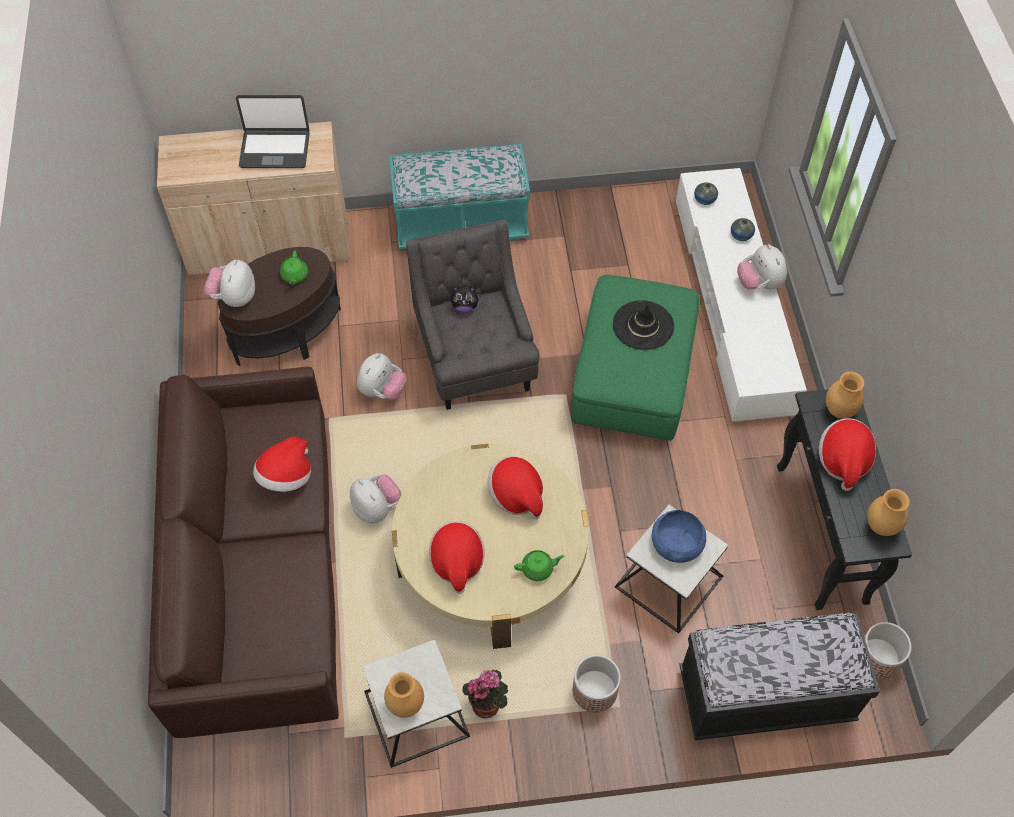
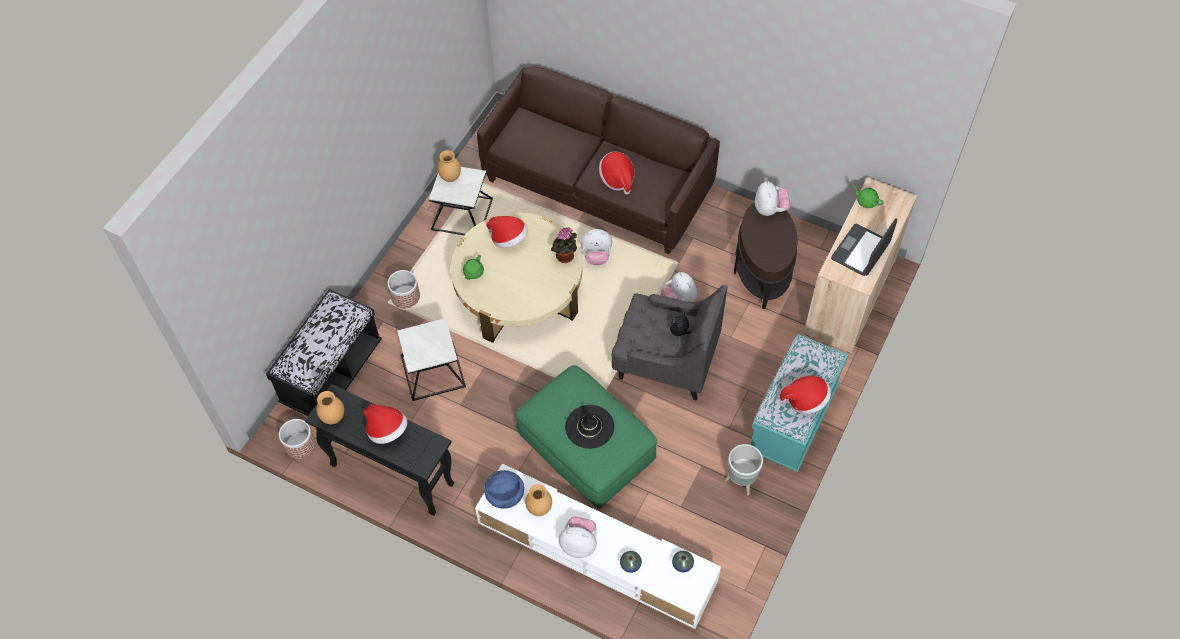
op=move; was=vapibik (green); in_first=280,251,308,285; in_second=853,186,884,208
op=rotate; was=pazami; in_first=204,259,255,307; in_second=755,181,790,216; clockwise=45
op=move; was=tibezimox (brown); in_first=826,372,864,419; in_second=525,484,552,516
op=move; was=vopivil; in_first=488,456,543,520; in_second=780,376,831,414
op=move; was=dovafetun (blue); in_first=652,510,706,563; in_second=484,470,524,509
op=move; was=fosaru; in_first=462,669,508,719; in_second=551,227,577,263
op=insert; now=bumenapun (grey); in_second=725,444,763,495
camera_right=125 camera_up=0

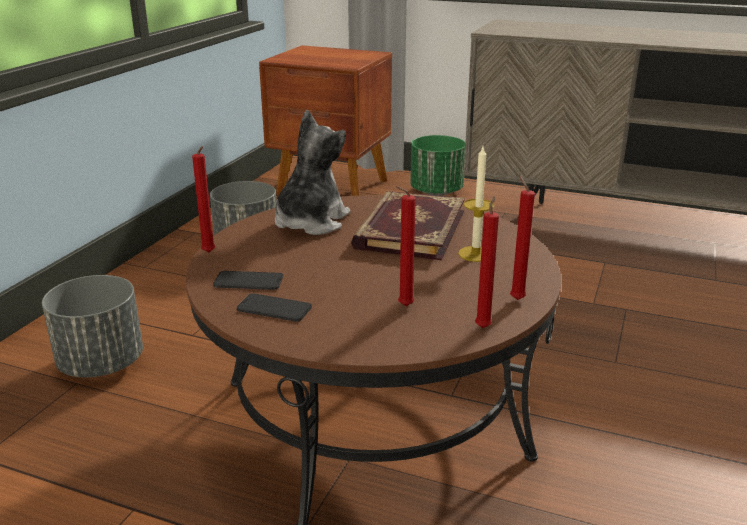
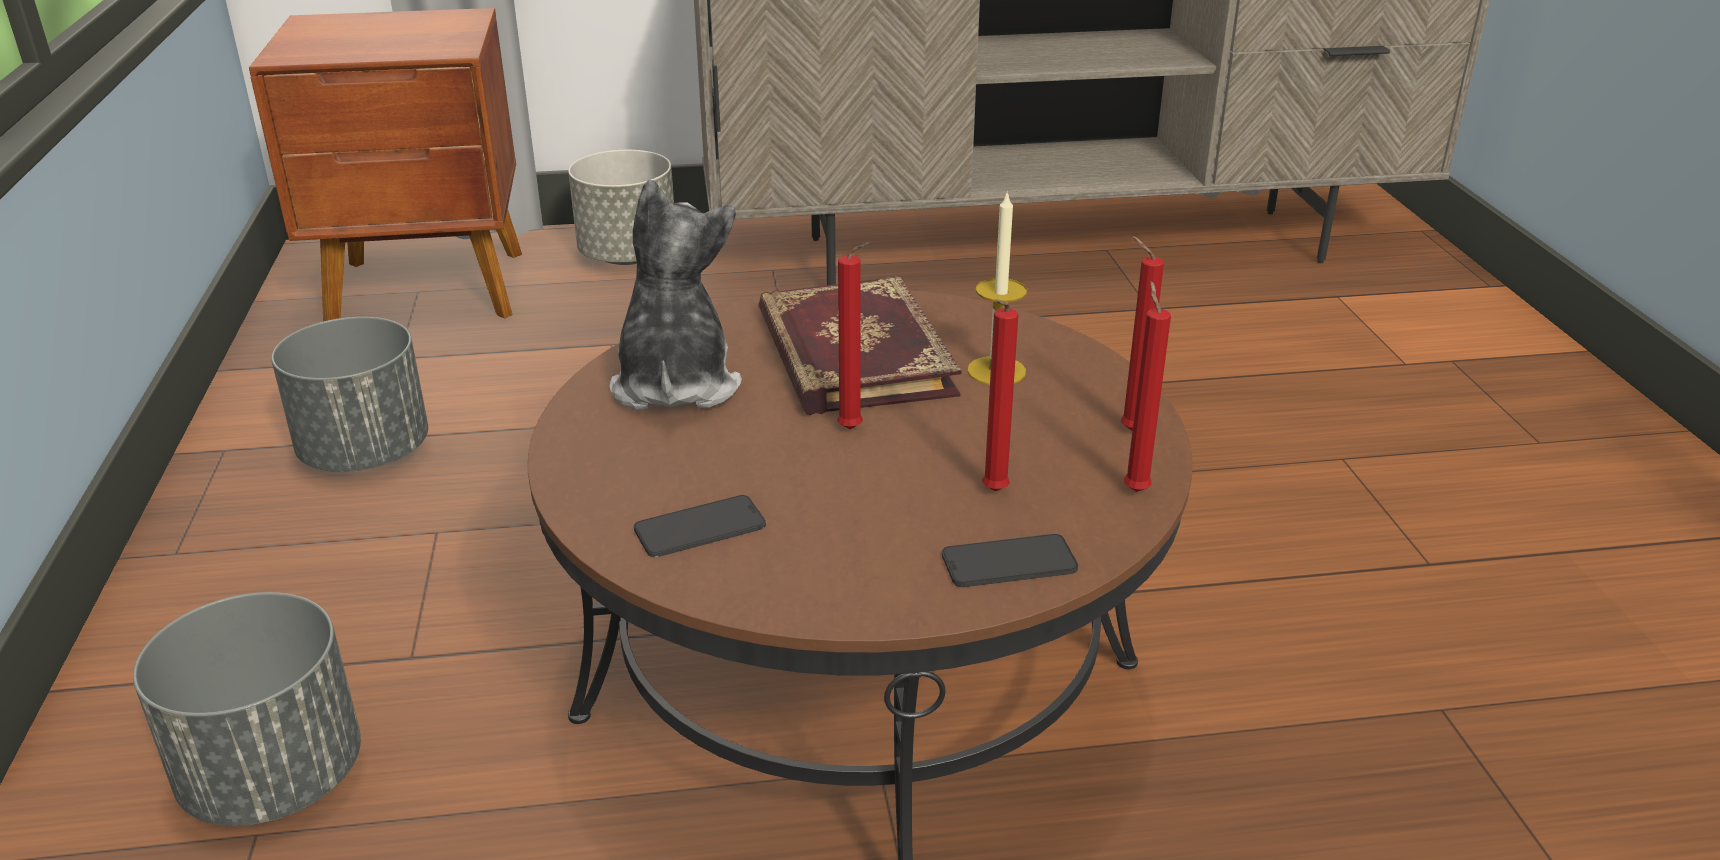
op=recolor; was=bumenapun (green); now=bumenapun (grey); in_first=410,135,465,196; in_second=568,150,674,265
op=move; was=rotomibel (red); in_first=192,146,215,253; in_second=837,242,871,429
op=move; was=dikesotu; in_first=237,293,312,322; in_second=942,534,1078,587
camera_right=-30 camera_up=5

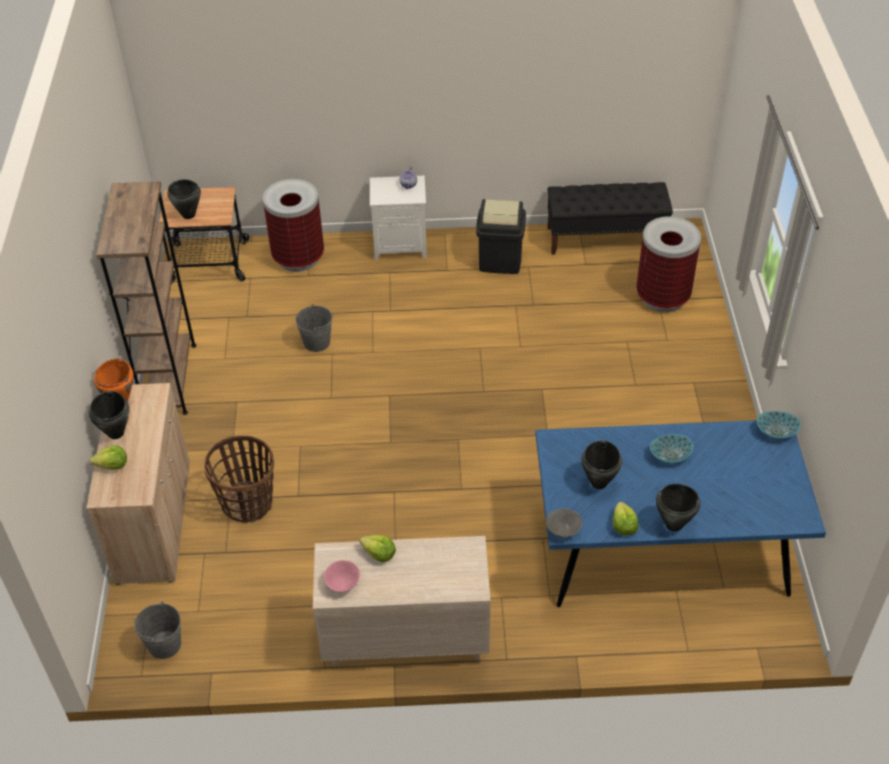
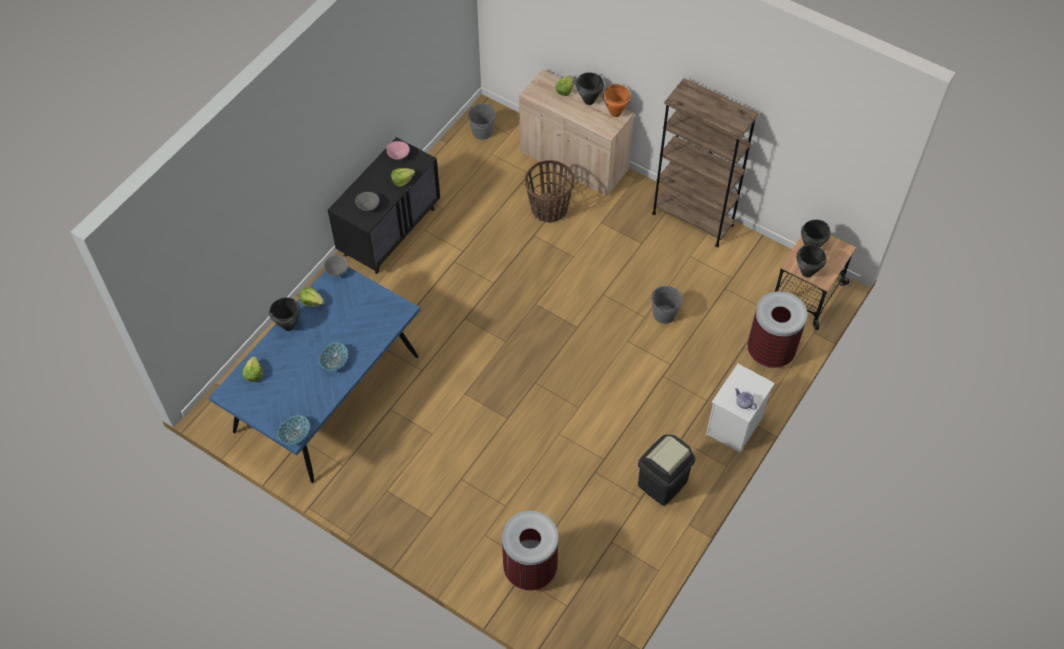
op=delete; was=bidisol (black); in_first=547,182,673,255
op=move; was=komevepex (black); in_first=581,440,622,489; in_second=797,245,827,278
op=recolor; was=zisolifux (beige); now=zisolifux (black); in_first=313,536,491,666; in_second=328,137,440,274
op=insert; now=dovafetun (grey); in_second=355,192,379,211
op=insert; now=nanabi; in_second=242,356,263,382
camera_right=125 camera_up=10

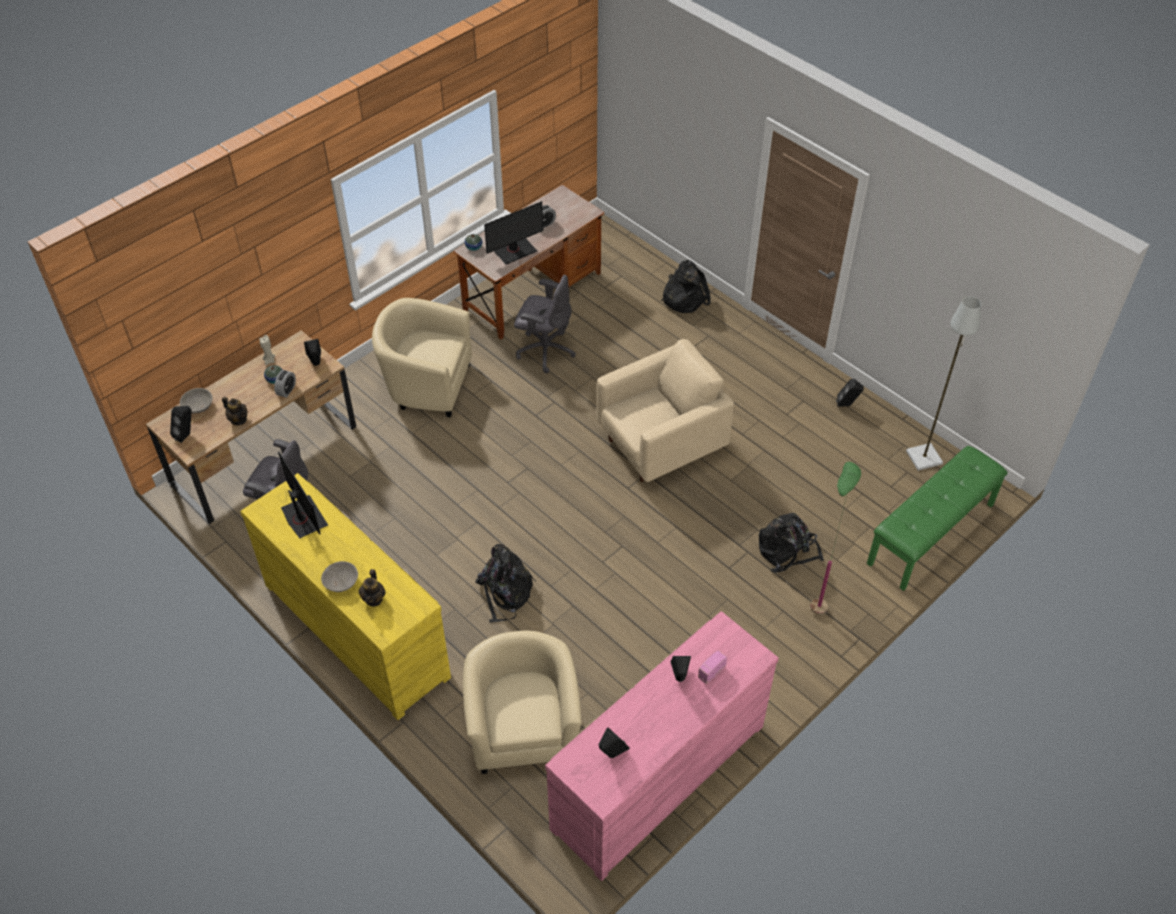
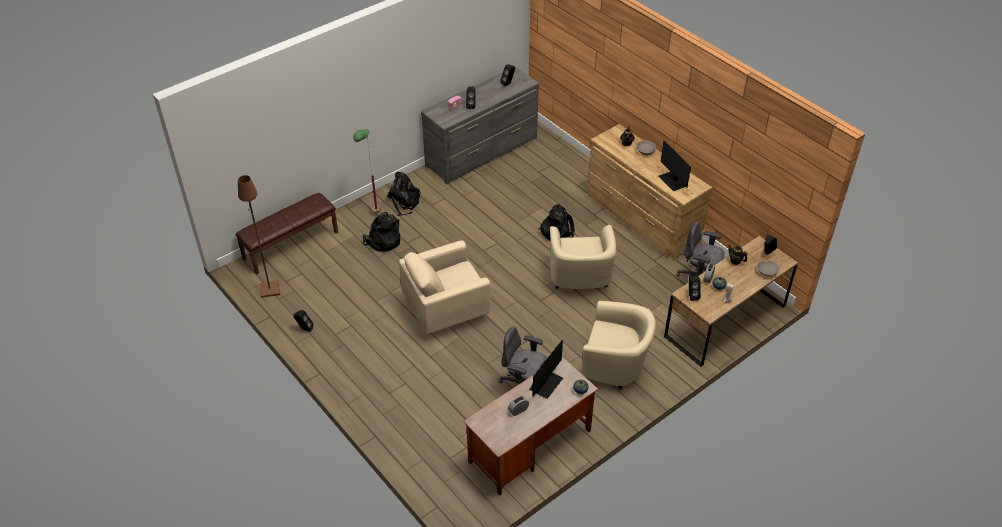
op=rotate; was=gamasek; in_first=484,201,543,264; in_second=529,339,563,399; clockwise=150
op=move; was=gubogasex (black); in_first=661,260,711,313; in_second=387,172,422,216
op=recolor; was=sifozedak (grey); now=sifozedak (brown); in_first=906,296,981,471; in_second=238,175,280,298
op=recolor; was=bidisol (green); now=bidisol (brown); in_first=867,446,1008,591; in_second=236,193,338,274
op=recolor; was=zisolifux (yellow); now=zisolifux (brown); in_first=240,473,451,720; in_second=587,124,713,261
op=recolor; was=zisolifux (pink); now=zisolifux (grey); in_first=545,611,779,881; in_second=421,67,539,185
op=move; was=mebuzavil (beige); in_first=463,631,582,774; in_second=550,225,616,289
camera_right=-175 camera_up=-5

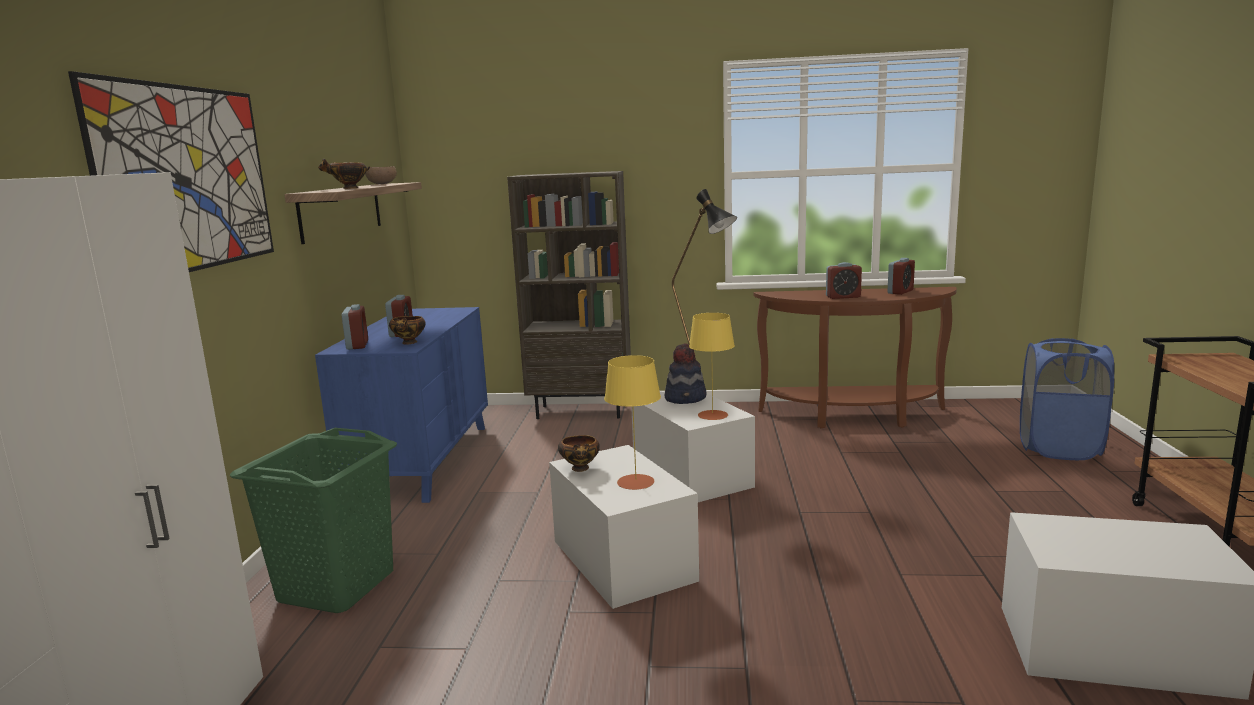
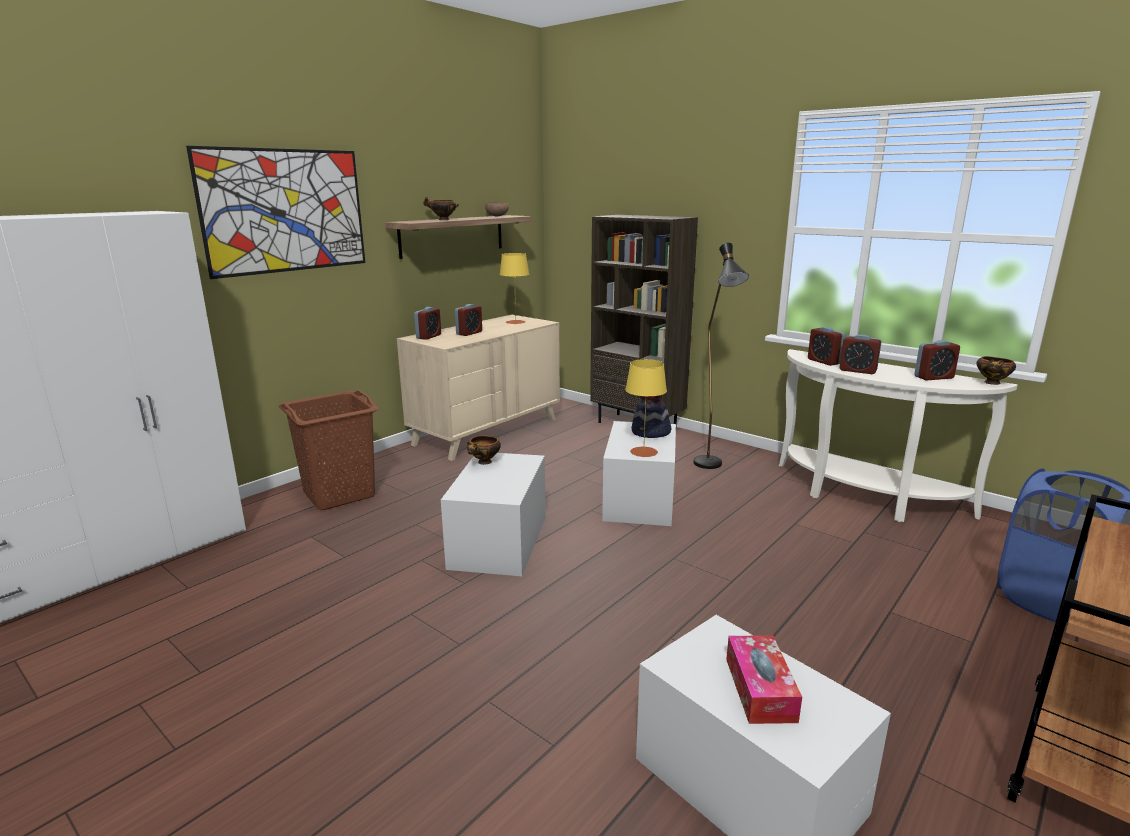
op=recolor; was=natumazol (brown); now=natumazol (white); in_first=753,287,957,429; in_second=779,349,1018,522
op=recolor; was=zisolifux (blue); now=zisolifux (beige); in_first=315,307,488,503; in_second=397,315,560,461
op=move; was=dovafetun; in_first=389,316,426,345; in_second=976,356,1016,385
op=move; was=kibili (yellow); in_first=604,355,661,490; in_second=499,253,529,324
op=recolor; was=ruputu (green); now=ruputu (brown); in_first=230,428,397,613; in_second=279,390,379,510
op=insert; now=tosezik; in_second=808,327,846,366
op=insert; now=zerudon; in_second=726,635,802,724
camera_right=35 camera_up=5

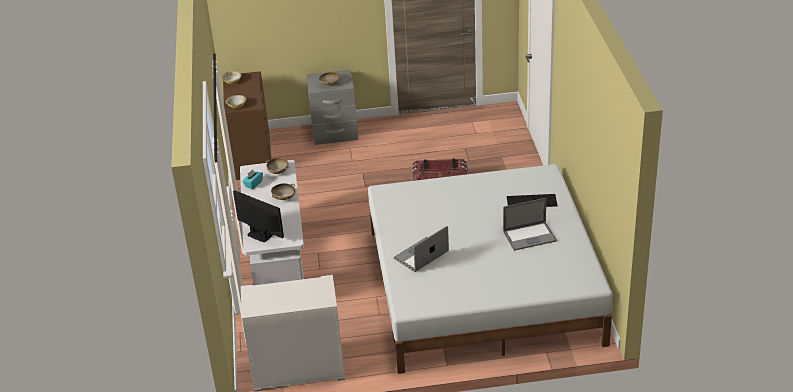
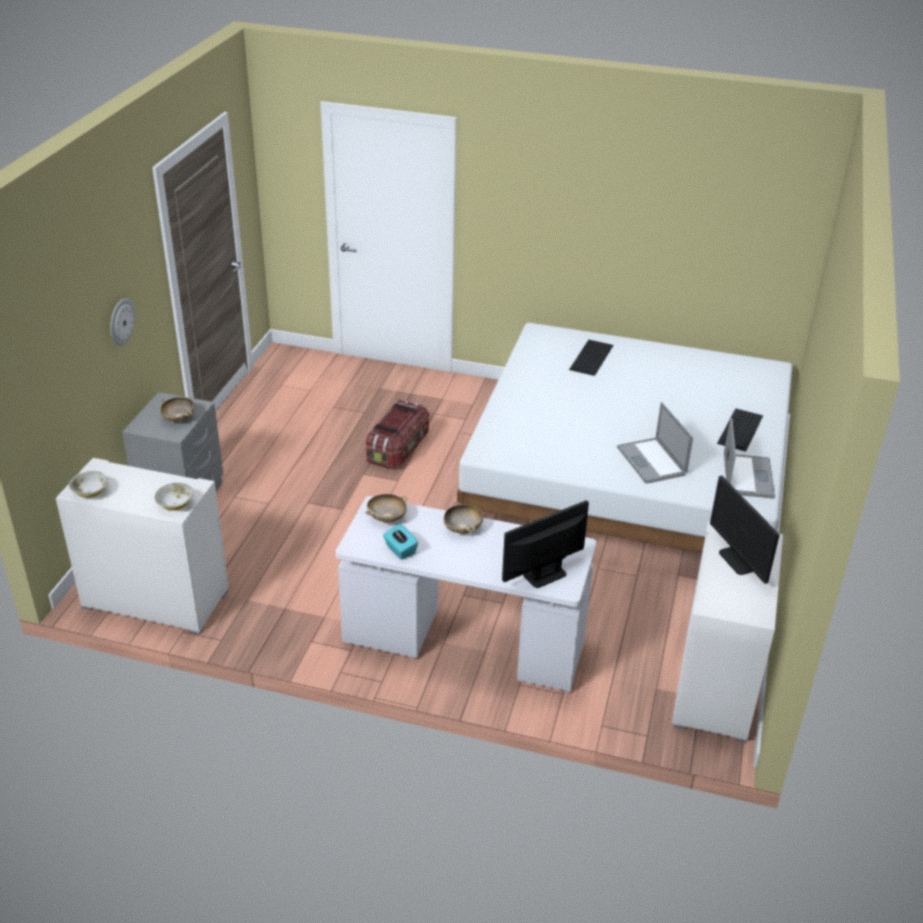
op=recolor; was=zisolifux (brown); now=zisolifux (white); in_first=223,72,272,180; in_second=56,458,229,635
op=move; was=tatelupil; in_first=503,198,557,251; in_second=724,418,775,498
op=insert; now=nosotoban; in_second=110,299,135,345
op=insert; now=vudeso; in_second=717,408,763,452
op=insert; now=gamasek; in_second=710,476,779,584
camera_right=-70 camera_up=0

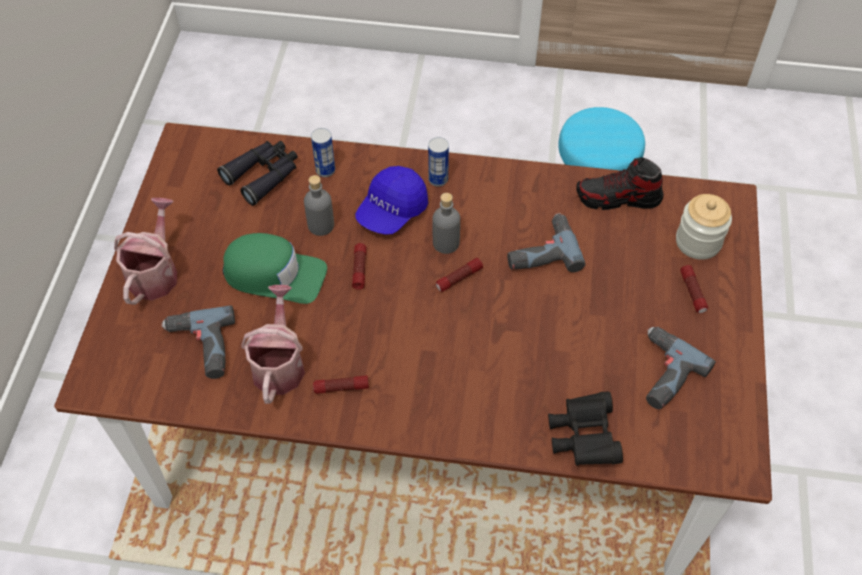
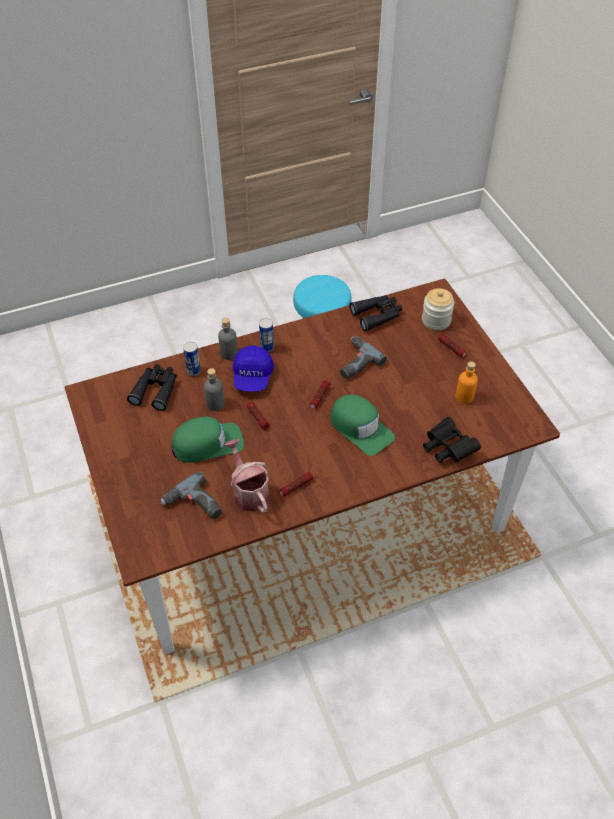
op=replace; was=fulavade; now=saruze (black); in_first=576,157,664,210; in_second=349,295,402,332
op=move; was=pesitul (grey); in_first=433,193,460,254; in_second=218,318,238,360
op=delete; was=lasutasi; in_first=114,198,177,305
op=replace; was=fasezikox; now=pesitul (orange); in_first=646,327,716,409; in_second=456,361,478,404
op=insert; now=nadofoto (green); in_second=330,395,395,456
camera_right=-30 camera_up=-5

